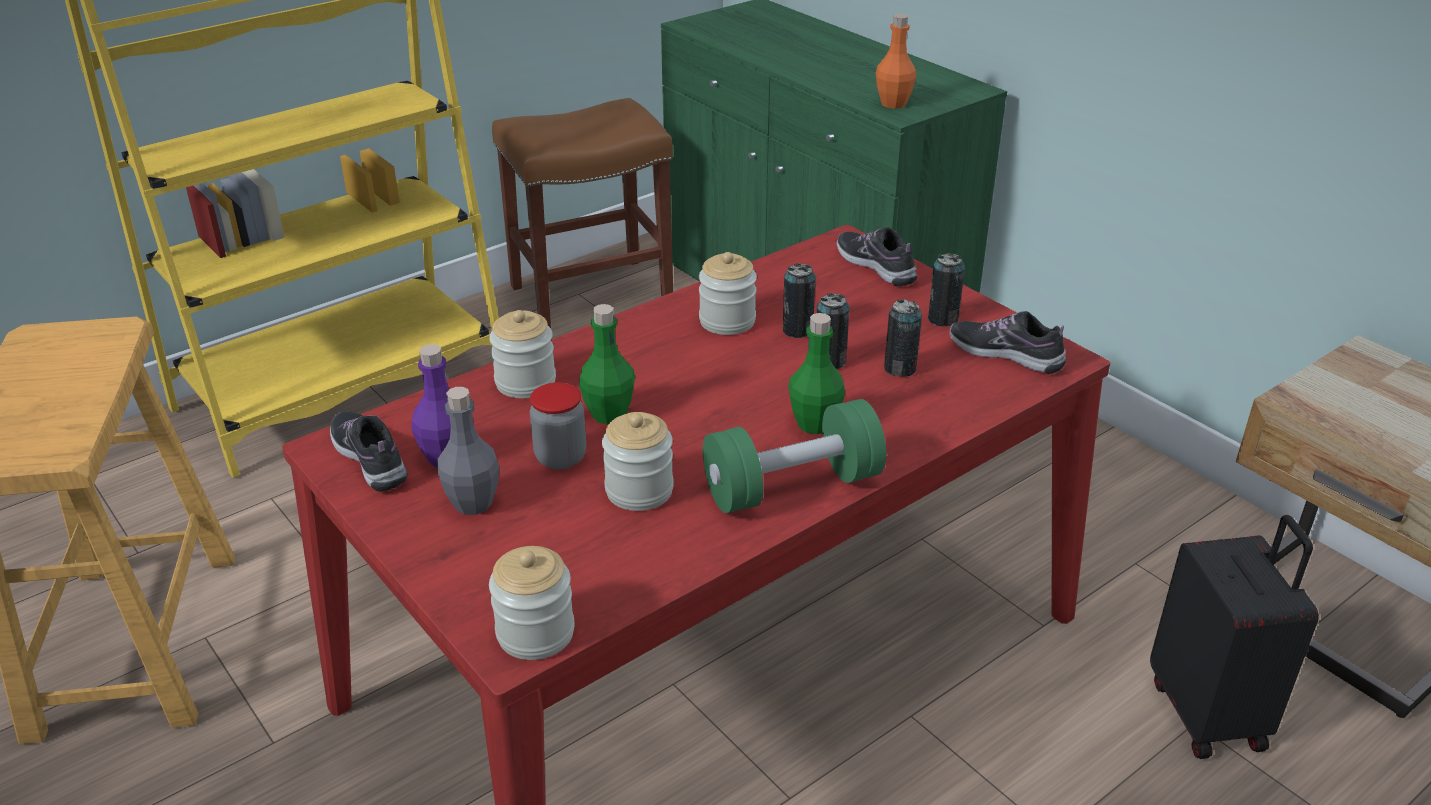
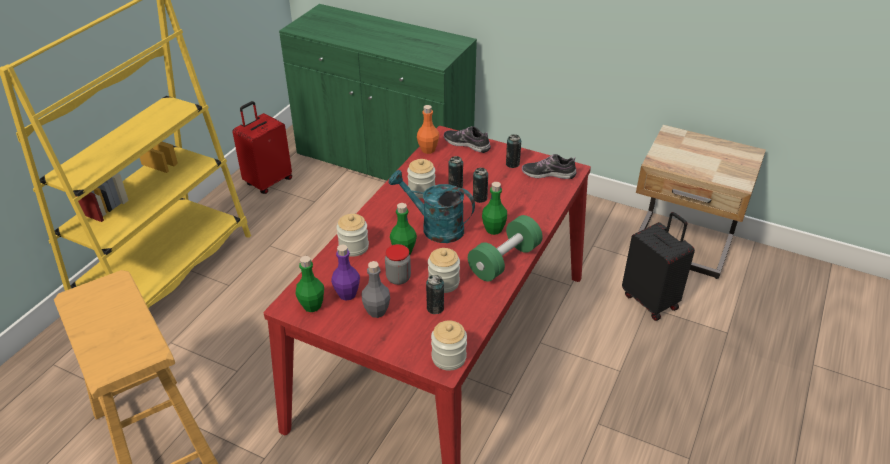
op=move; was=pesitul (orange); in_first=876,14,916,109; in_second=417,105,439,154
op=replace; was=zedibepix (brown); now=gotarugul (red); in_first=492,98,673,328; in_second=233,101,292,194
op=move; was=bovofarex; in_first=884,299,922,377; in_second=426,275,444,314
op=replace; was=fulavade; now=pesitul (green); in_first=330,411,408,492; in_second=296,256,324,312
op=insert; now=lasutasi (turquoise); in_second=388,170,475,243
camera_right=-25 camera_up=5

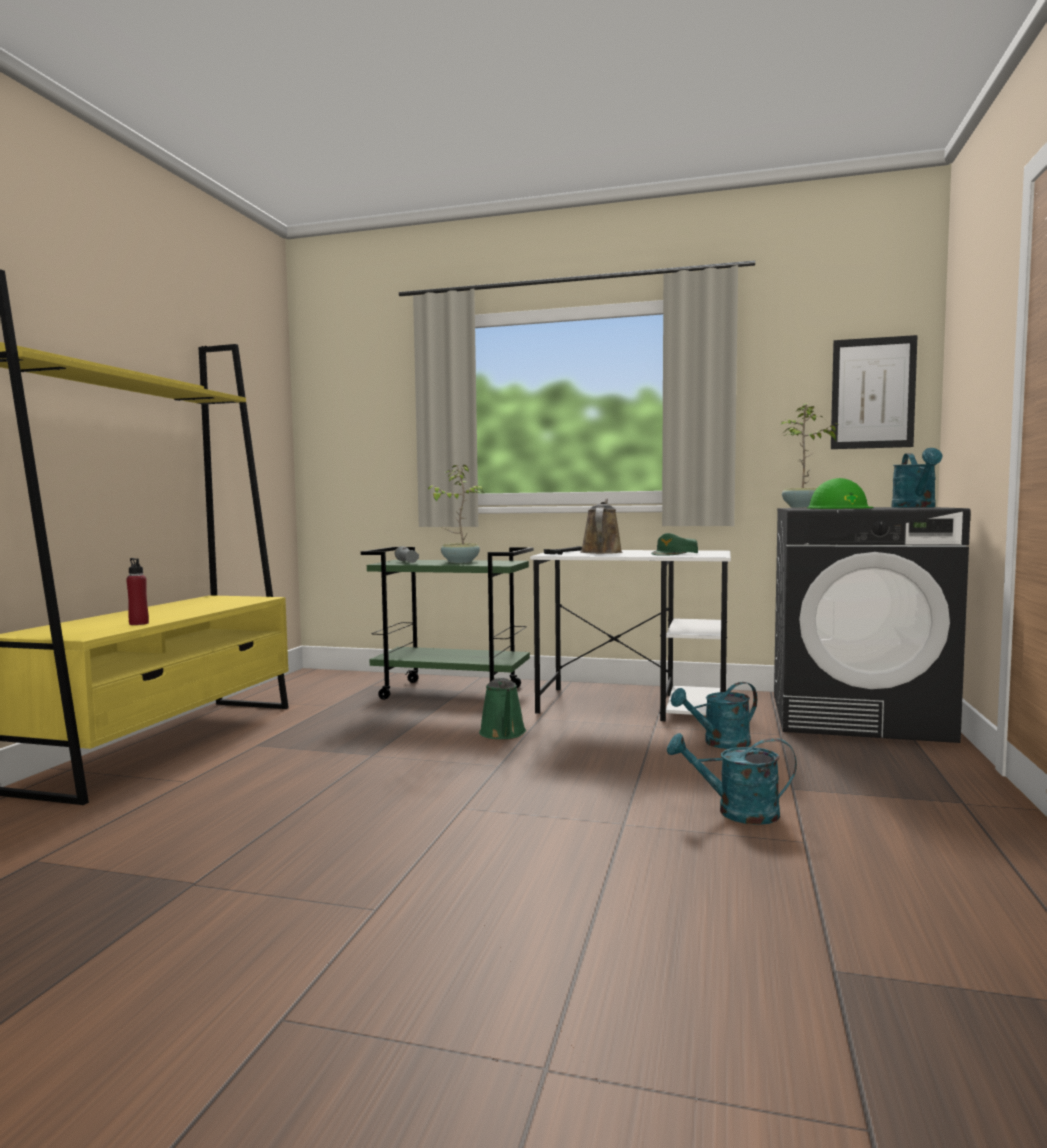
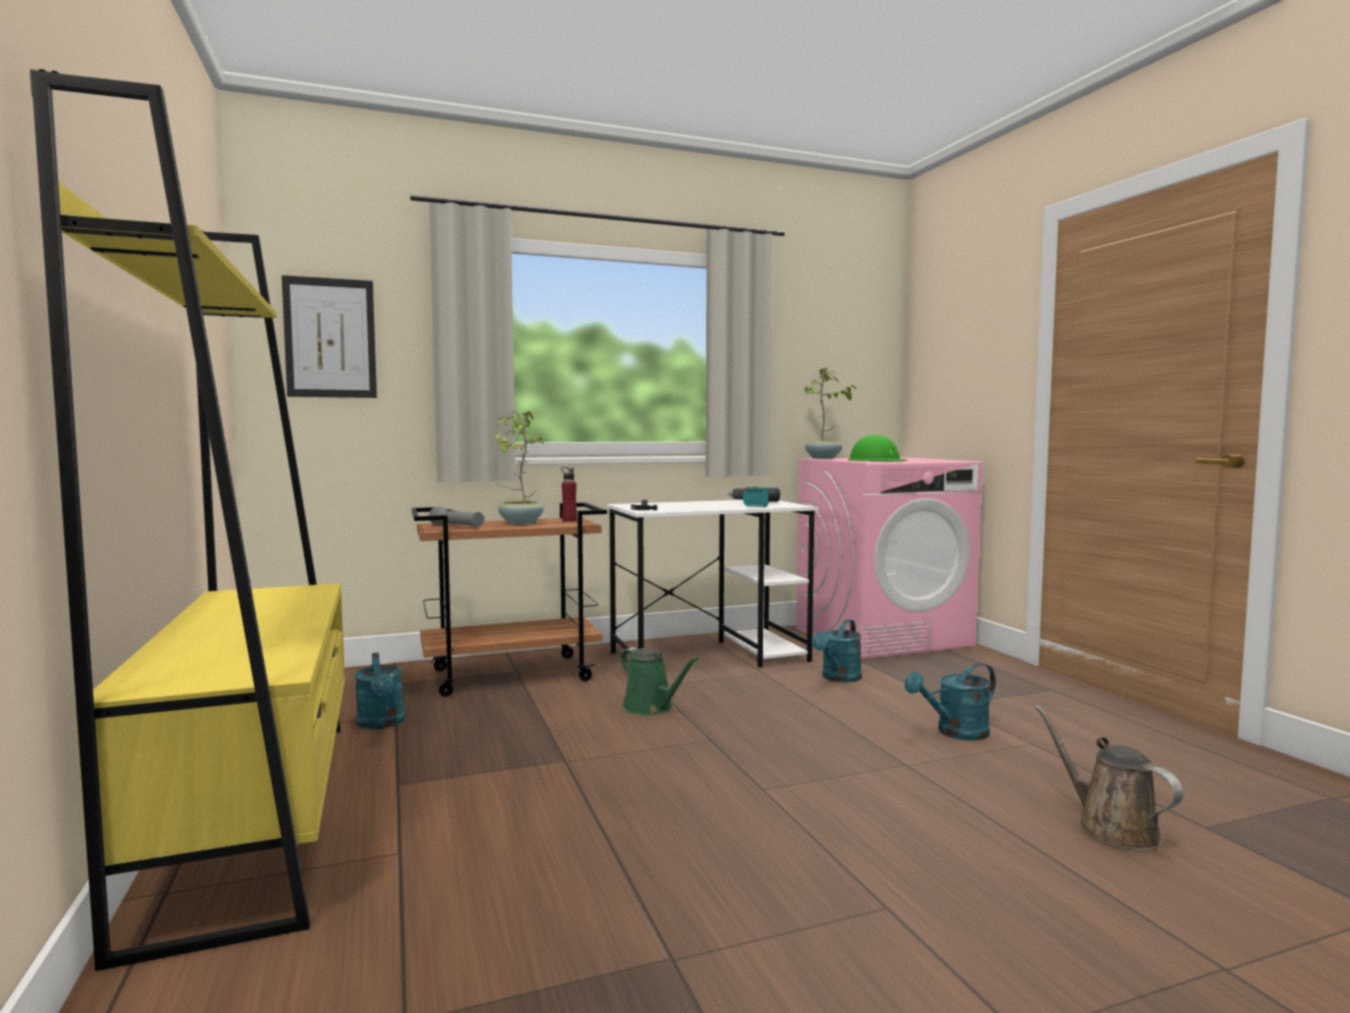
op=move; was=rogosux; in_first=831,335,918,449; in_second=282,275,377,398
op=move; was=lasutasi (turquoise); in_first=892,448,943,507; in_second=355,652,405,729
op=move; was=lasutasi (brown); in_first=580,498,623,554; in_second=1035,706,1183,851
op=recolor; was=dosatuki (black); now=dosatuki (pink); in_first=774,507,971,743; in_second=796,457,982,659
op=replace; was=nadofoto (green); now=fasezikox; in_first=651,533,698,556; in_second=728,487,780,507
op=recolor; was=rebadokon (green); now=rebadokon (brown); in_first=361,547,534,700; in_second=412,503,607,697
op=move; was=pesitul (red); in_first=126,558,149,625; in_second=561,467,577,522
camera_right=-35 camera_up=0

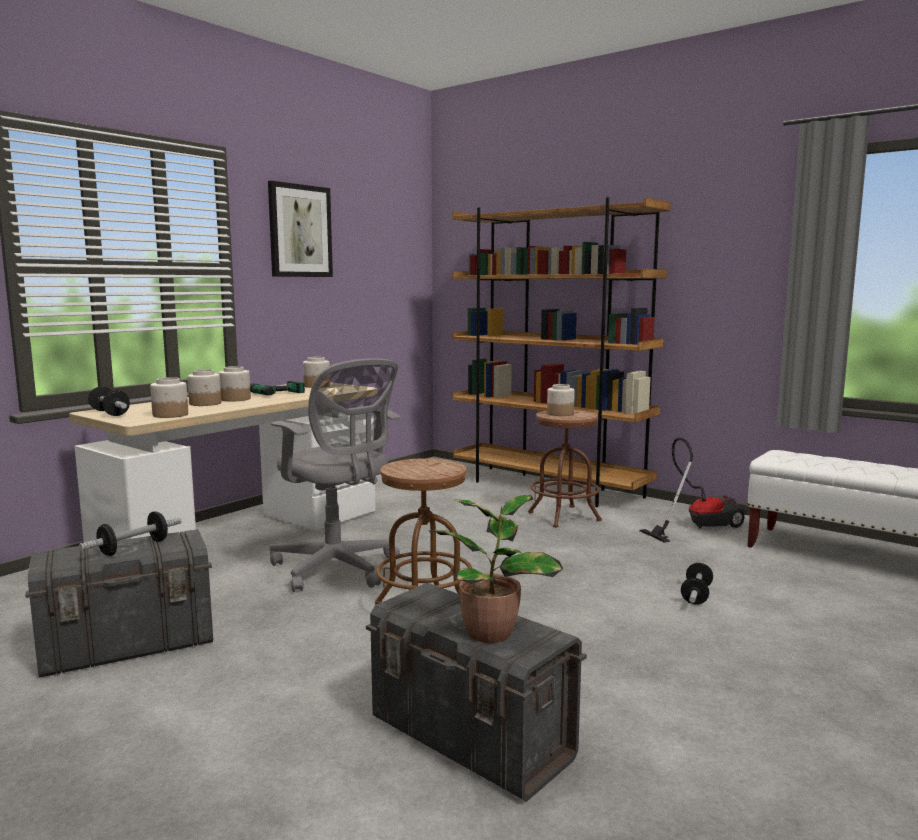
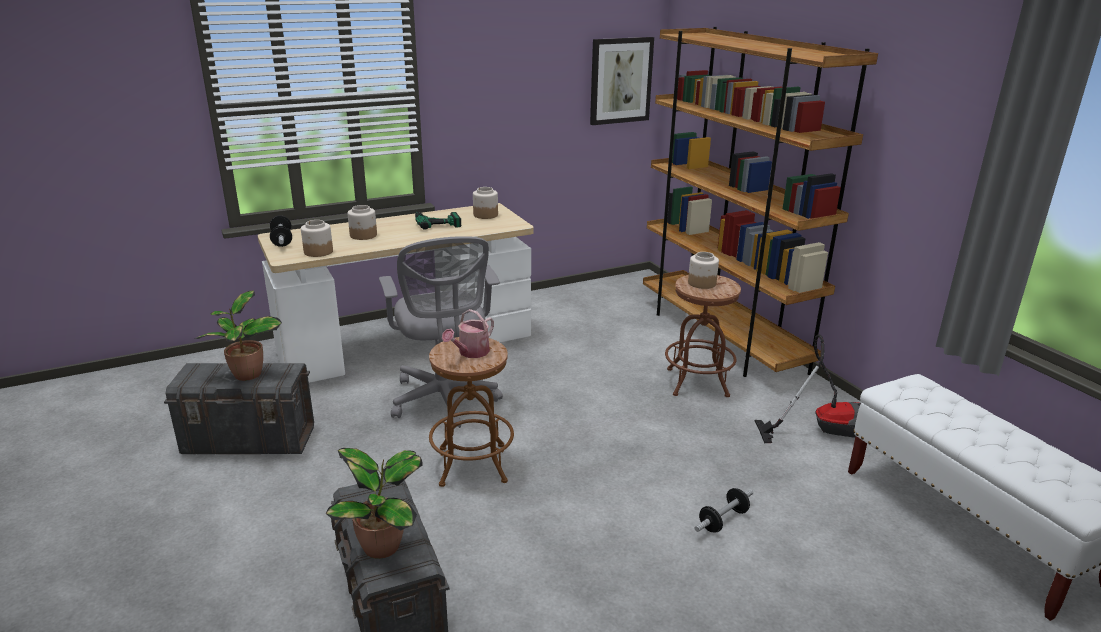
op=move; was=rogosux; in_first=268,181,333,277; in_second=590,37,654,125
op=delete; was=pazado; in_first=218,366,251,402
op=replace; was=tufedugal; now=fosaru; in_first=79,511,182,556; in_second=196,291,282,381
op=insert; now=lasutasi; in_second=442,309,494,358
camera_right=25 camera_up=15

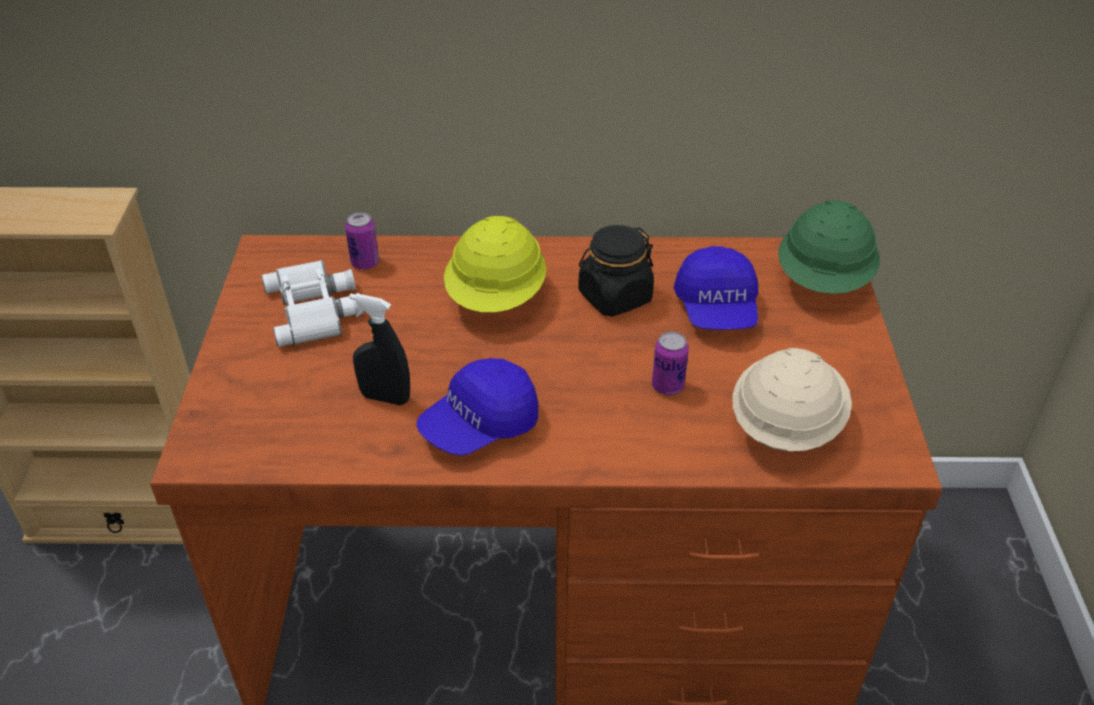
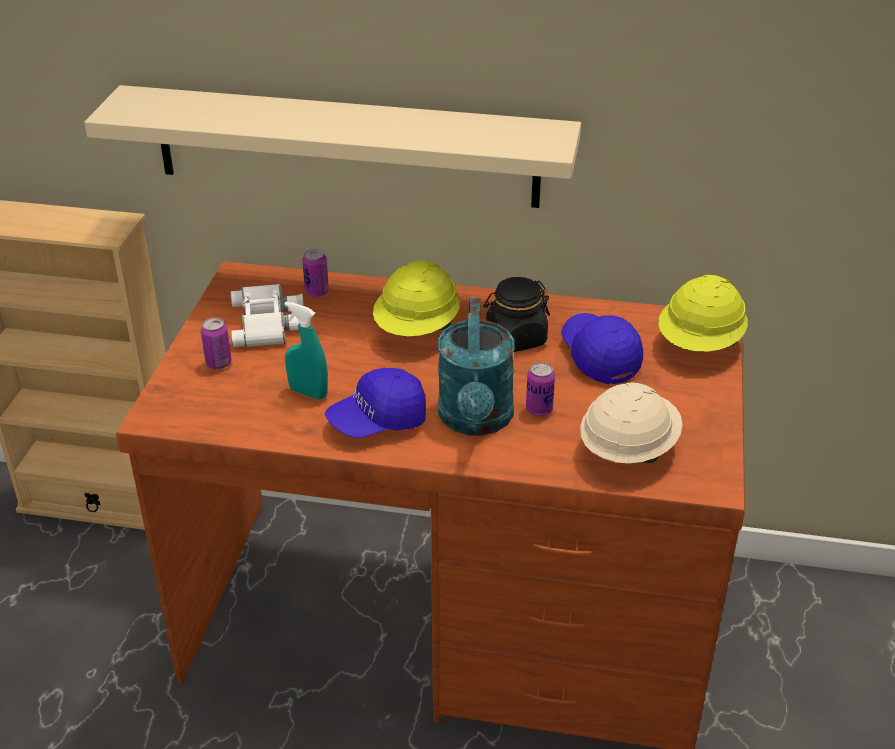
op=recolor; was=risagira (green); now=risagira (yellow); in_first=778,200,880,294; in_second=658,275,748,352
op=rotate; was=nadofoto (blue); in_first=674,246,758,330; in_second=561,313,643,384; clockwise=150
op=recolor; was=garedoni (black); now=garedoni (turquoise); in_first=349,294,410,405; in_second=285,302,328,399
op=insert; now=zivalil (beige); in_second=84,85,581,208
op=insert; now=lasutasi (turquoise); in_second=437,298,515,436
op=insert; now=bovofarex; in_second=201,318,231,369
camera_right=10 camera_up=-5

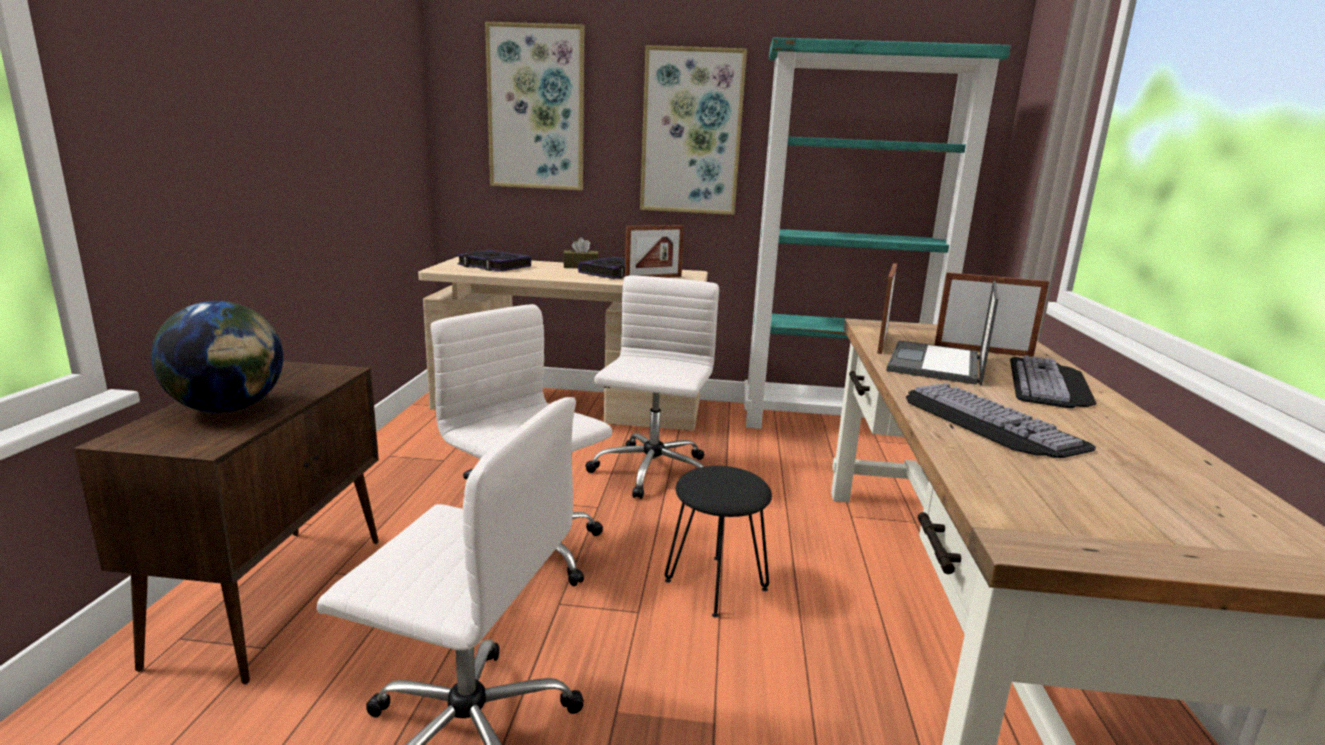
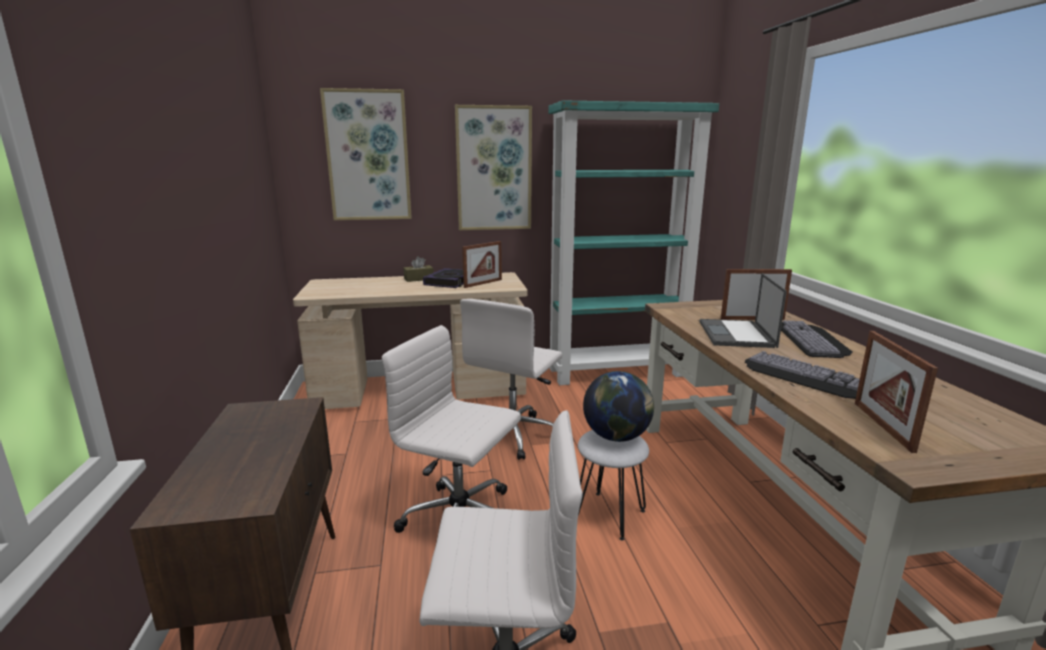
op=delete; was=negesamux; in_first=457,250,531,272
op=move; was=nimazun; in_first=877,263,897,354; in_second=855,331,938,453
op=rotate; was=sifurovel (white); in_first=585,276,719,499; in_second=460,299,562,460; clockwise=-150
op=move; was=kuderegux; in_first=151,301,283,413; in_second=583,371,654,442
op=recolor; was=zedibepix (black); now=zedibepix (white); in_first=665,466,772,617; in_second=578,430,649,541
camera_right=-15 camera_up=0

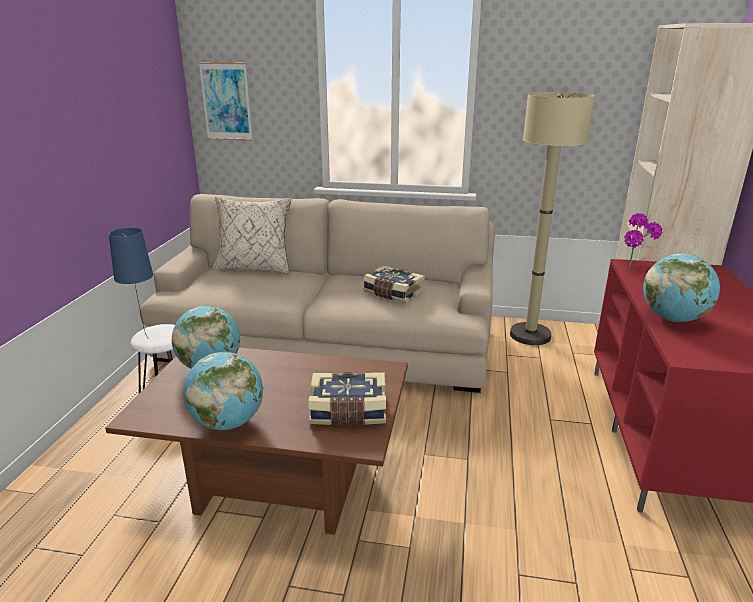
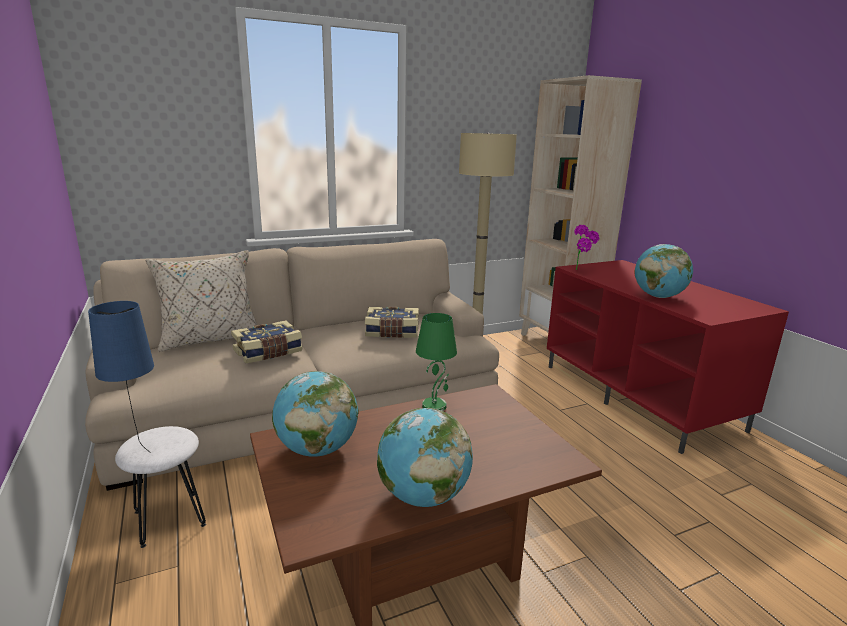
op=delete; was=rogosux; in_first=198,62,253,141
op=move; was=negesamux; in_first=308,372,386,425; in_second=231,320,303,363
op=insert; now=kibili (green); in_second=416,313,457,411
camera_right=-35 camera_up=-5

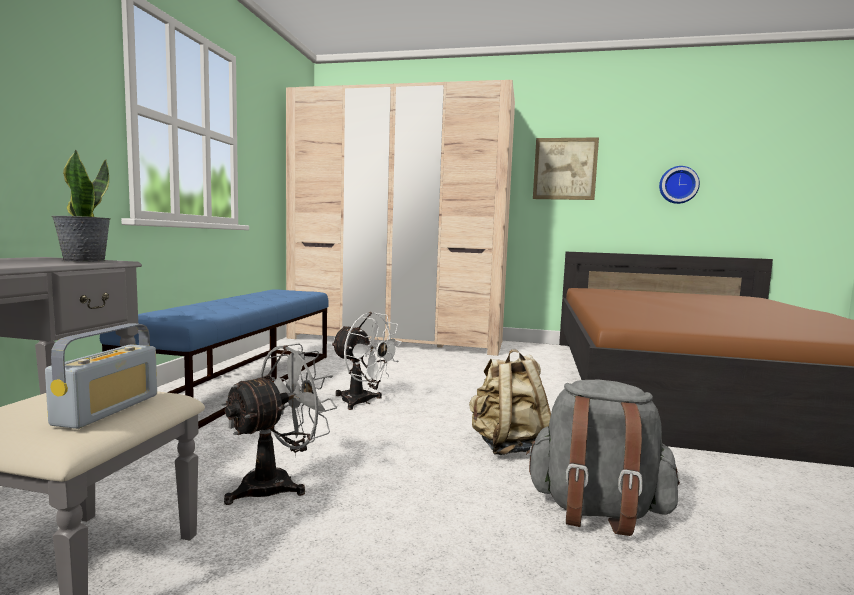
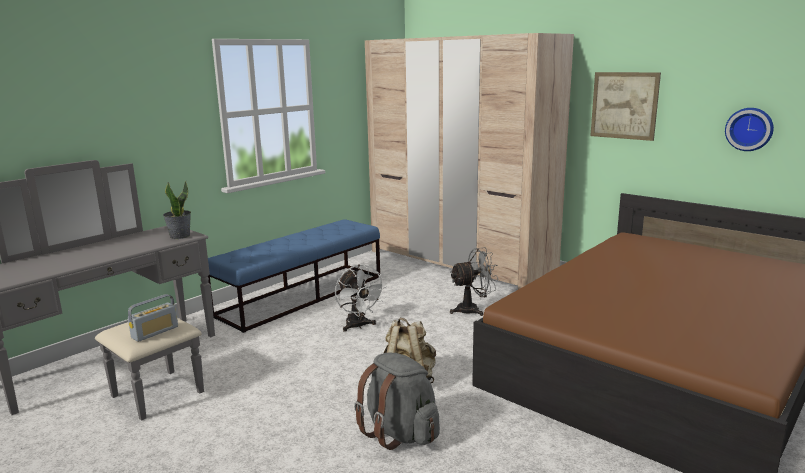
op=move; was=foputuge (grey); in_first=221,344,337,505; in_second=450,247,499,316
camera_right=30 camera_up=10

